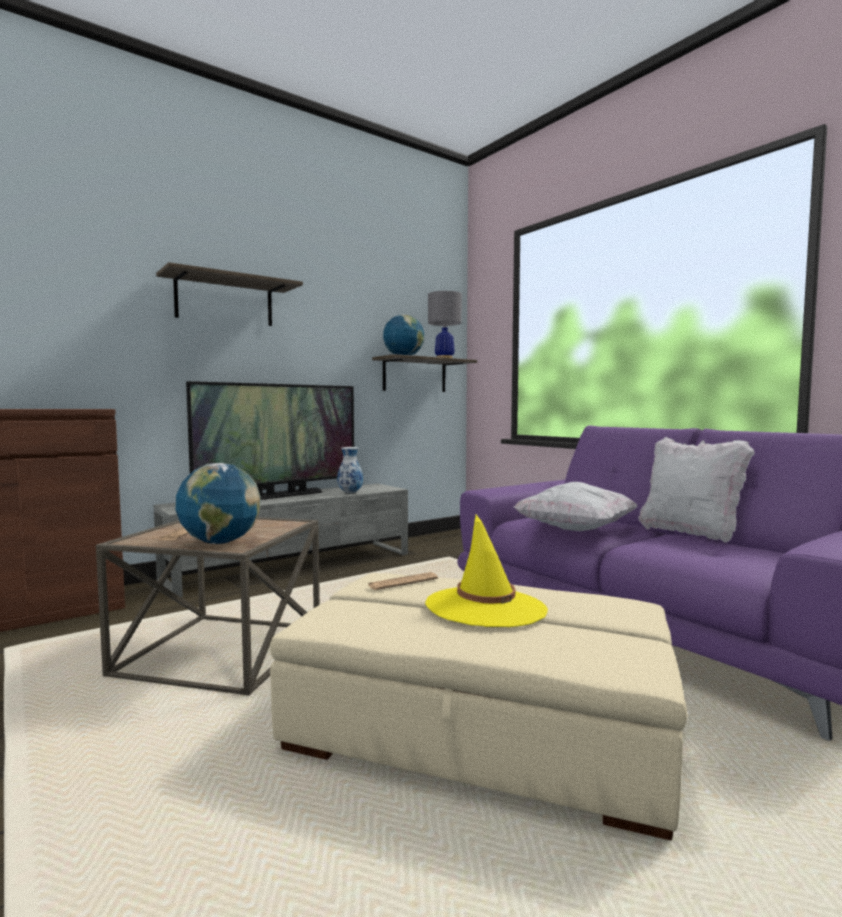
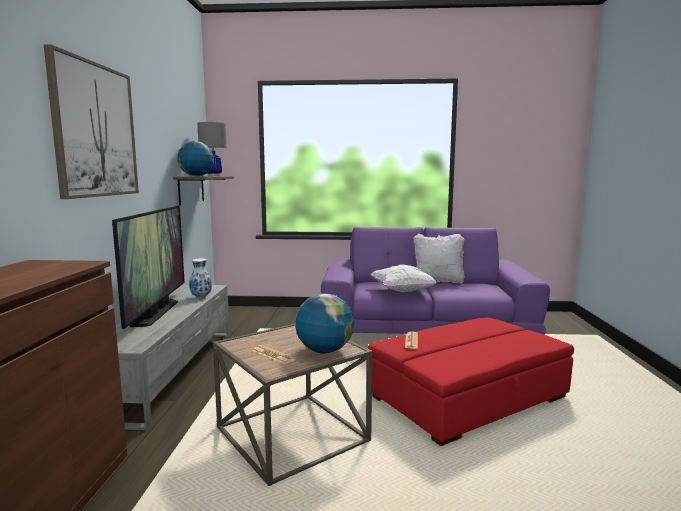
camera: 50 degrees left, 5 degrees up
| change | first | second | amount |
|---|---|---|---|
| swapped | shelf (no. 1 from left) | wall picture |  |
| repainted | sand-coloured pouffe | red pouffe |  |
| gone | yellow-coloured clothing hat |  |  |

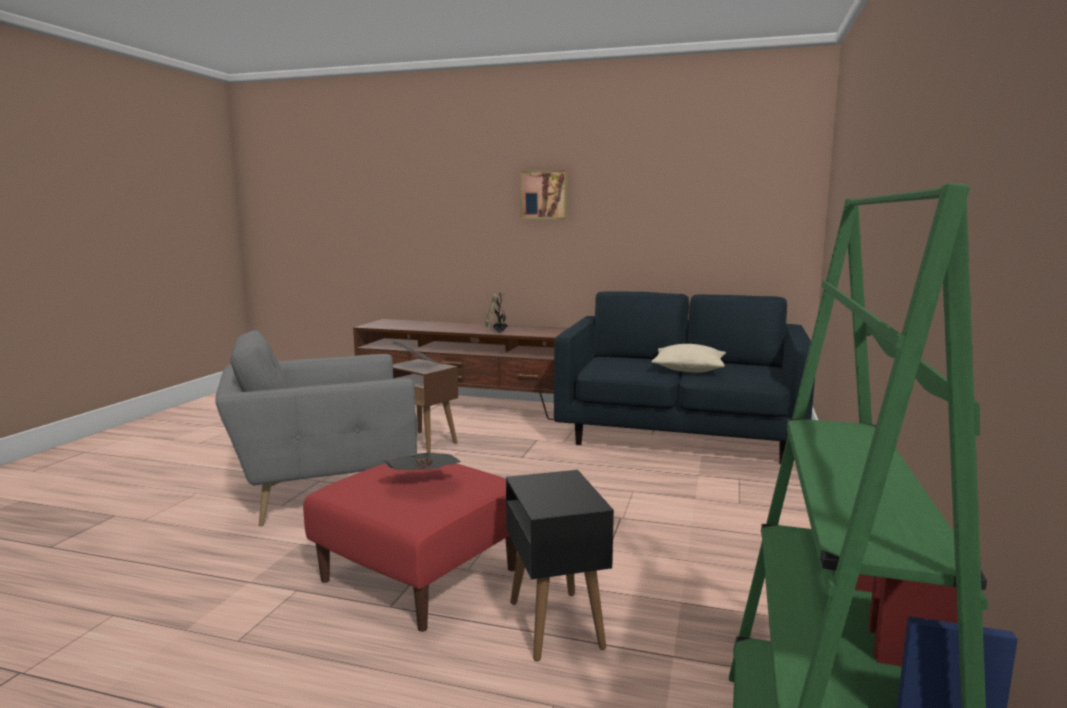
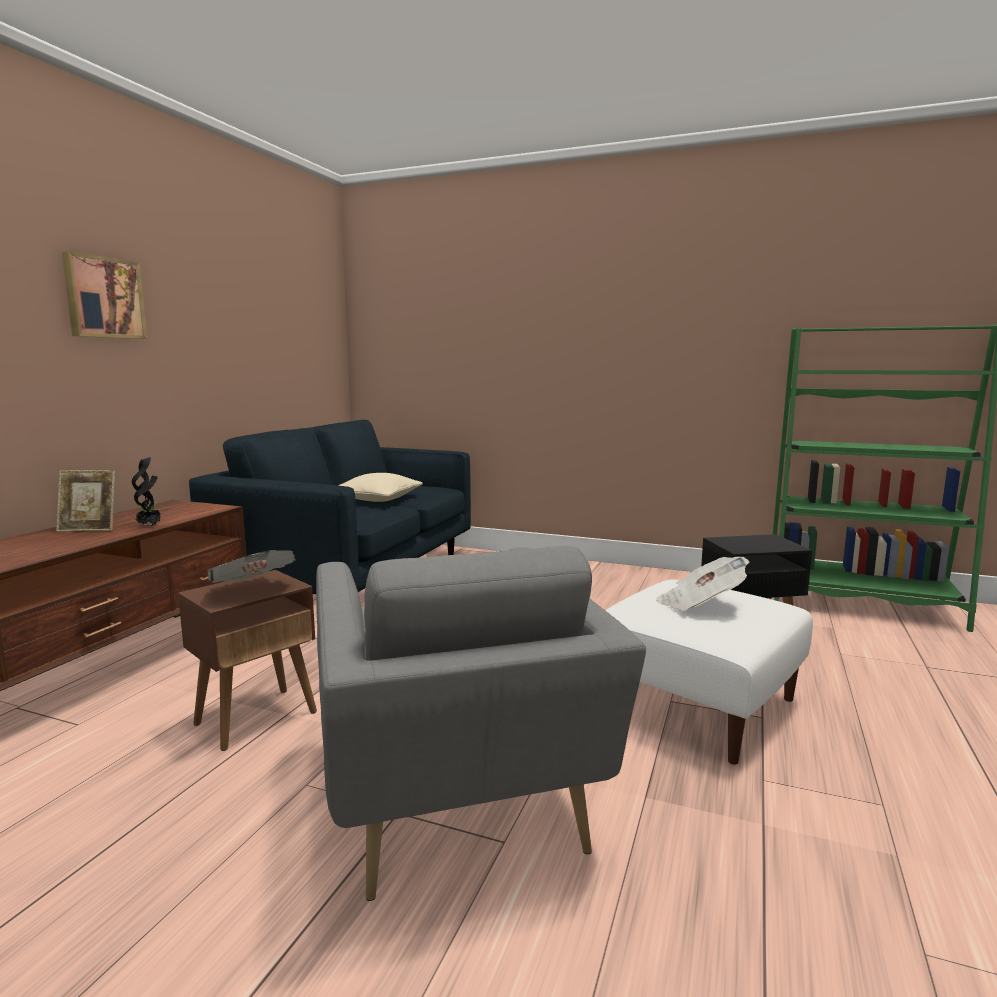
camera: 85 degrees left, 0 degrees up
| change | first | second | amount |
|---|---|---|---|
| repainted | red pouffe | whitish pouffe |  |

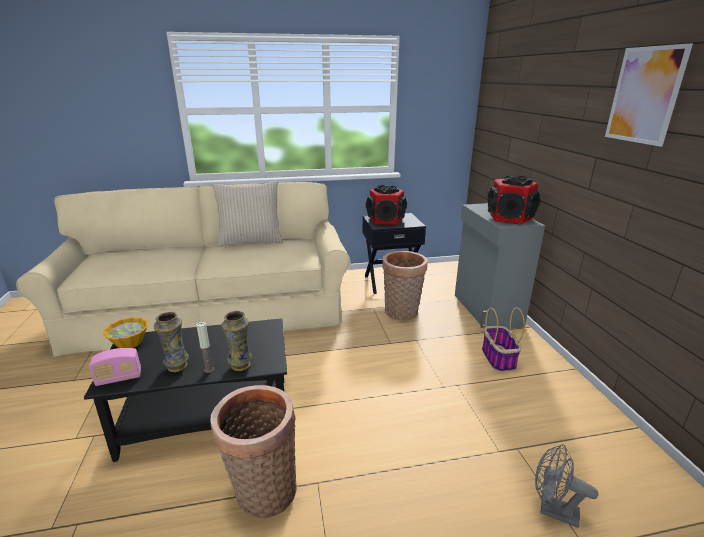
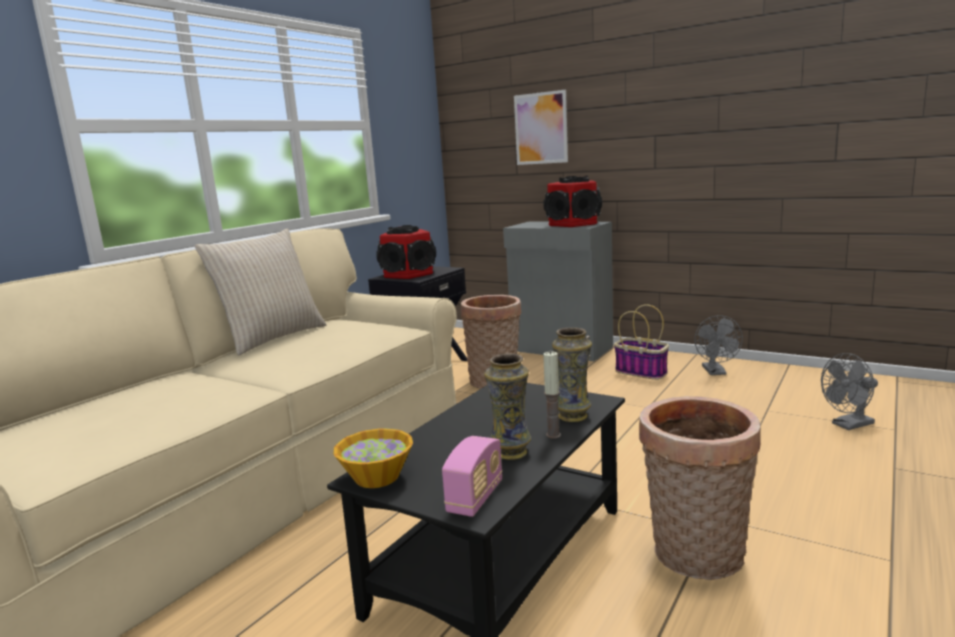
camera: 45 degrees left, 10 degrees down
| change | first | second | amount |
|---|---|---|---|
| shifted | wall picture |  |  |
| new |  | greyish cooling fan (no. 1 from left) |  |

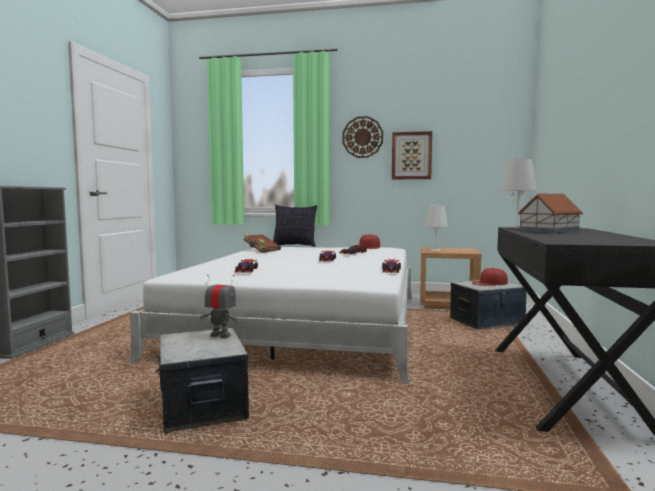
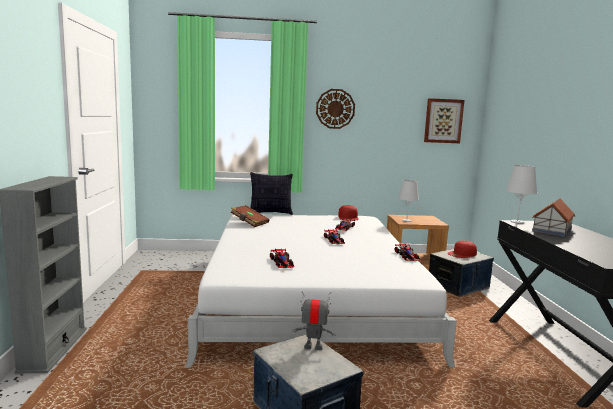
camera: 15 degrees left, 5 degrees up
| change | first | second | amount |
|---|---|---|---|
| shifted | wall picture |  |  |

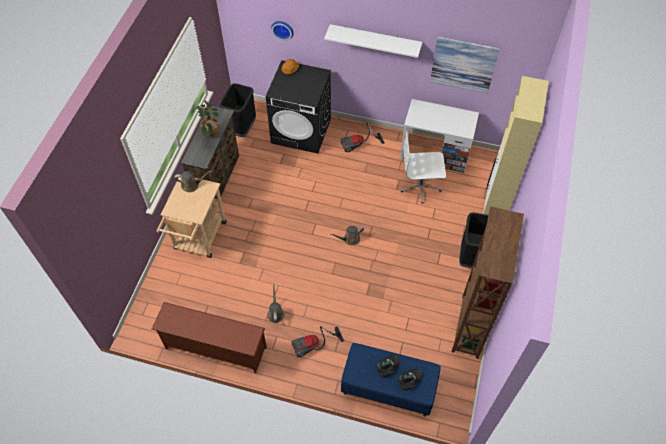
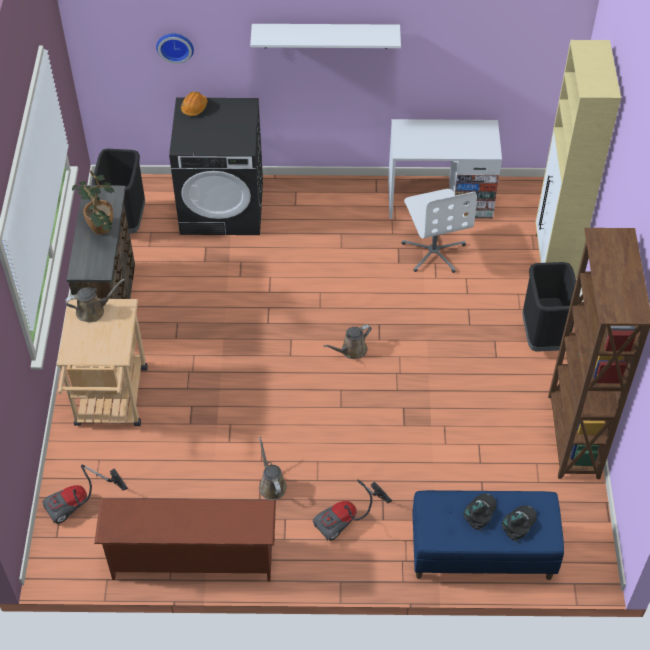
camera: 15 degrees left, 5 degrees down
| change | first | second | amount |
|---|---|---|---|
| shifted | vacuum (no. 2 from left in the first image) | vacuum (no. 1 from left) |  |
| rotated | whitish office chair |  | 90 degrees counterclockwise |
| gone | wall picture |  |  |

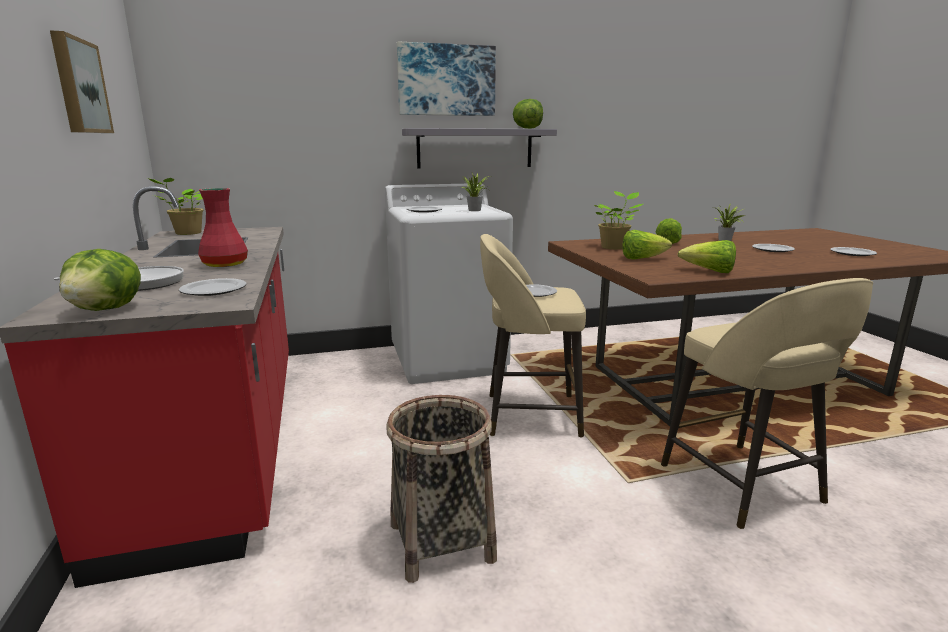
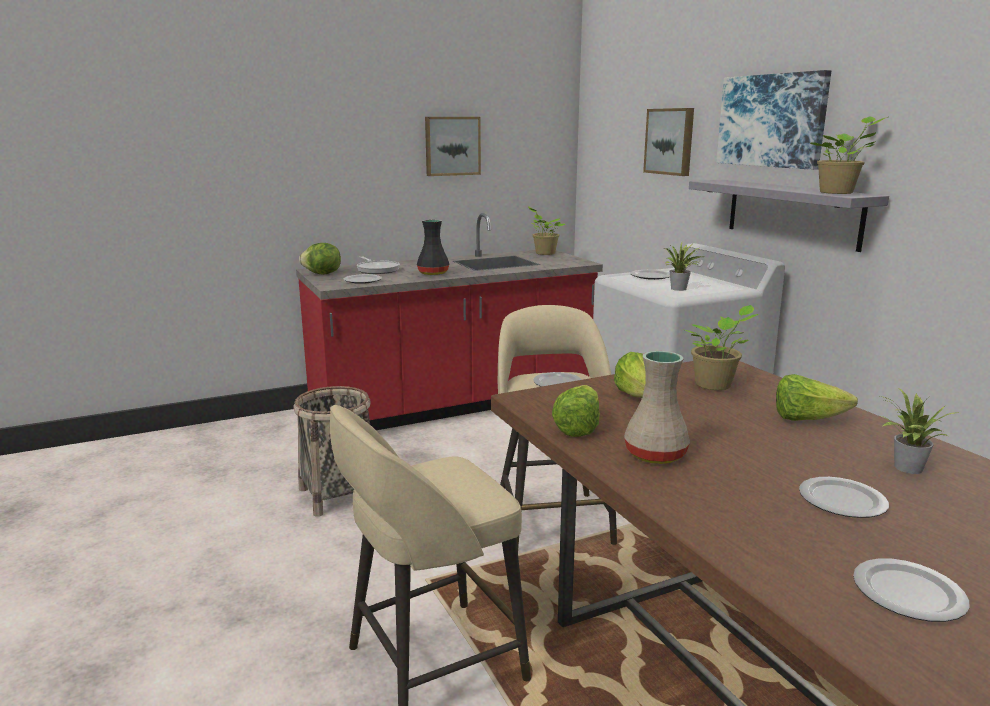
camera: 80 degrees right, 0 degrees up
| change | first | second | amount |
|---|---|---|---|
| repainted | red decorative vase | black-coloured decorative vase |  |
| swapped | head of lettuce (no. 2 from left) | houseplant (no. 4 from left) |  |
| new |  | sand-coloured decorative vase |  |
| new |  | wall picture (no. 2 from left) |  |

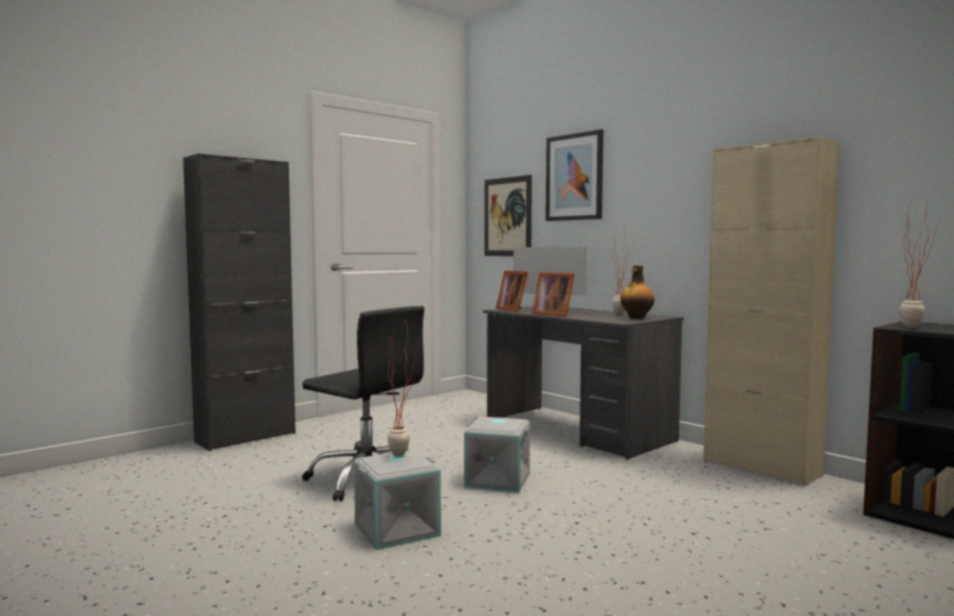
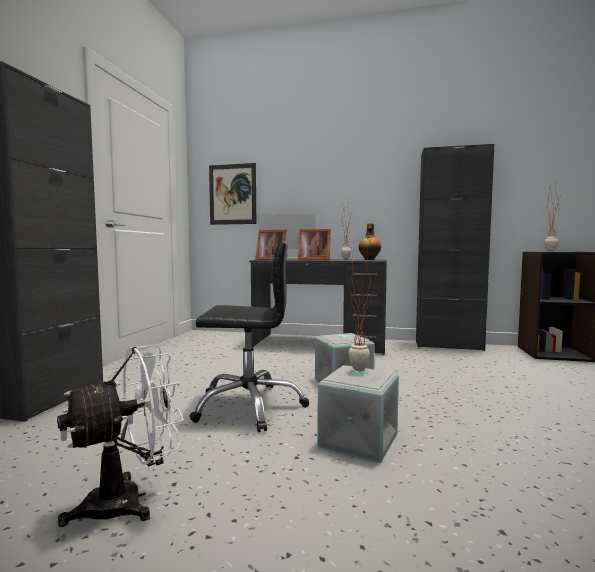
camera: 35 degrees left, 0 degrees up
| change | first | second | amount |
|---|---|---|---|
| gone | wall picture (no. 2 from left) |  |  |
| repainted | sand-coloured cabinet | black-coloured cabinet (no. 2 from left) |  |
| new |  | whitish cooling fan |  |

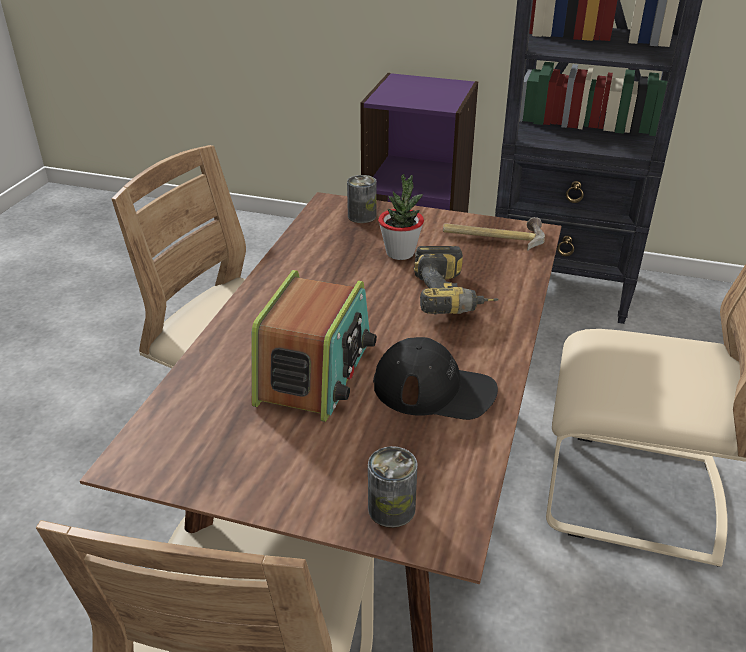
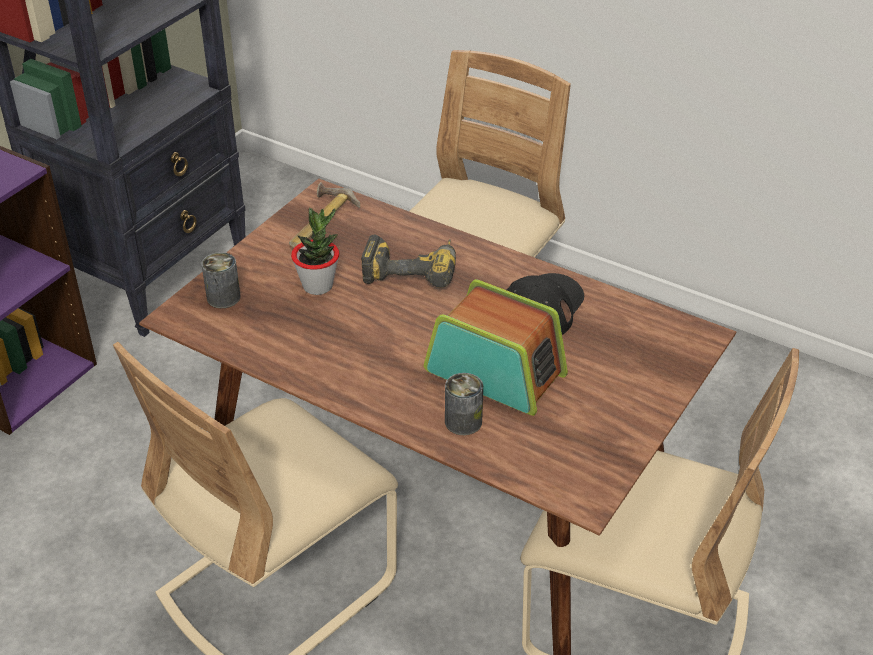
camera: 75 degrees left, 5 degrees up
| change | first | second | amount |
|---|---|---|---|
| shifted | sealed can (no. 2 from left) |  |  |

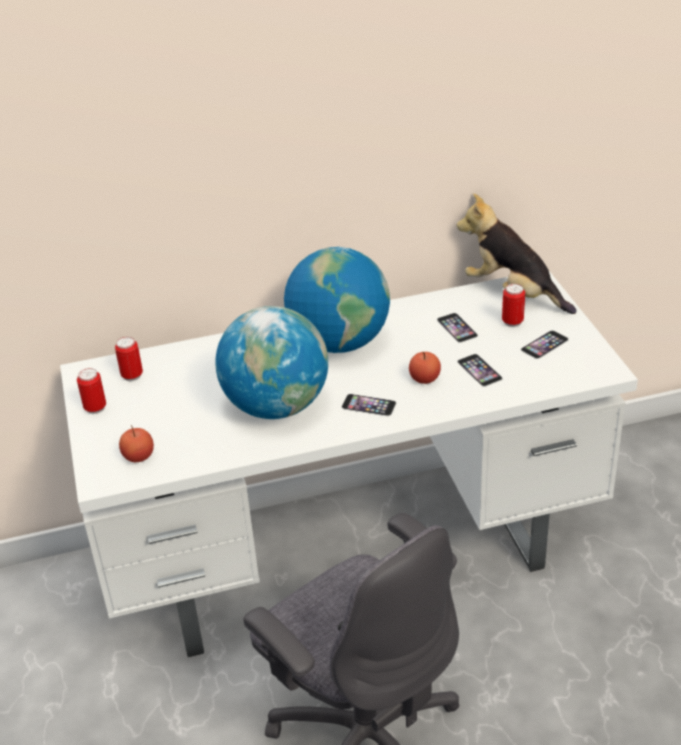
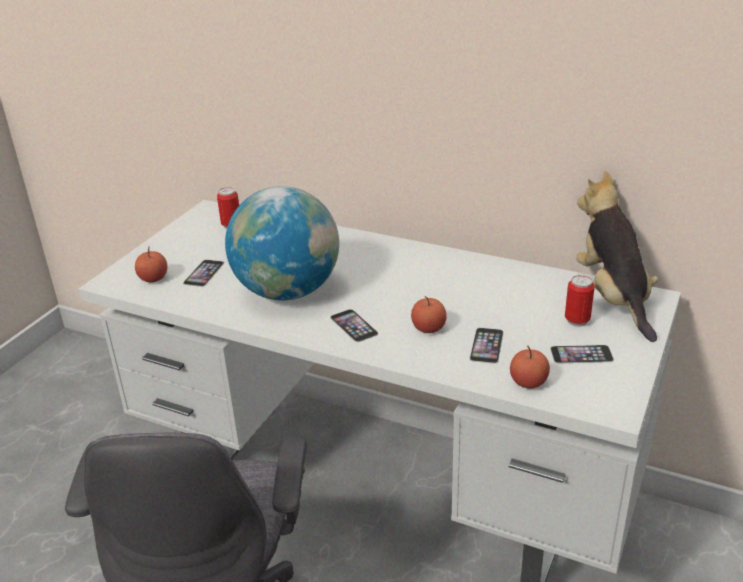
camera: 40 degrees right, 5 degrees down
| change | first | second | amount |
|---|---|---|---|
| gone | sealed can (no. 1 from left) |  |  |
| gone | world globe (no. 2 from left) |  |  |
| shifted | handset (no. 2 from left in the first image) | handset (no. 1 from left) |  |
| new |  | apple (no. 3 from left) |  |

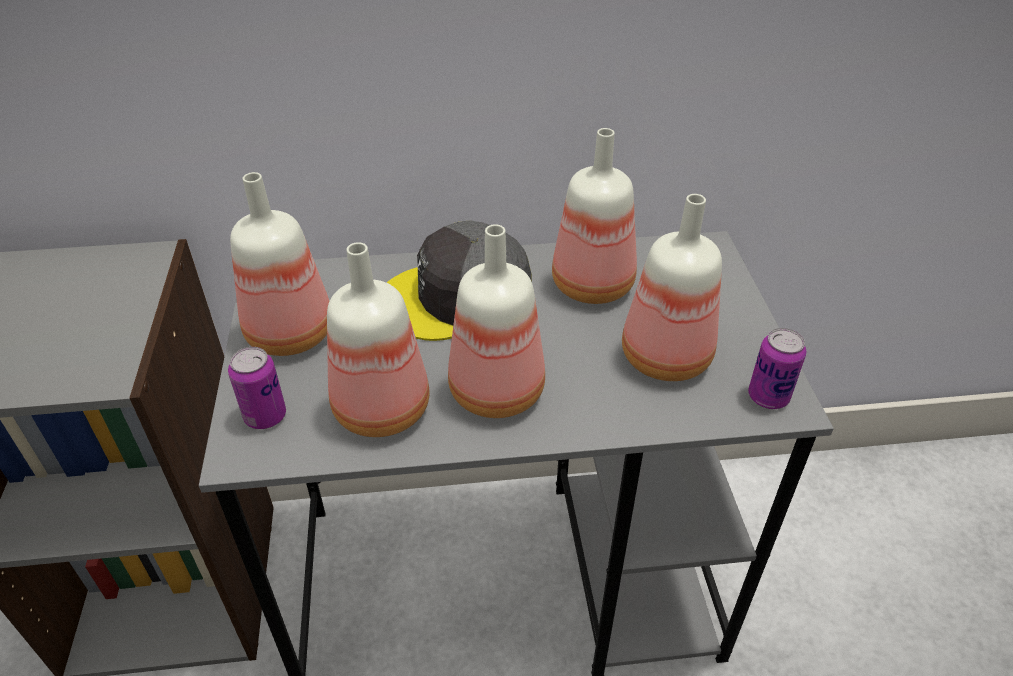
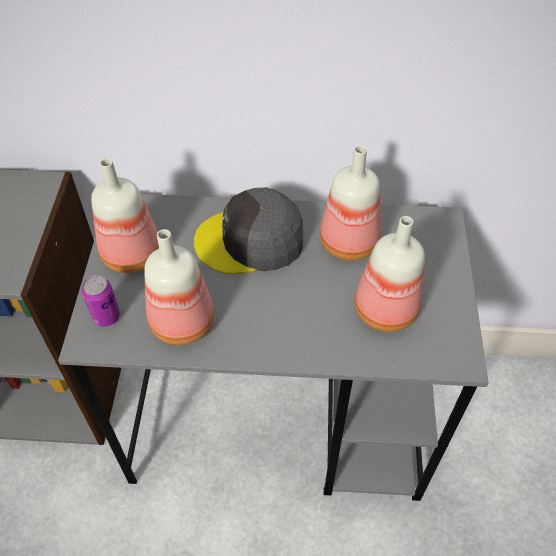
camera: 10 degrees right, 10 degrees up
| change | first | second | amount |
|---|---|---|---|
| gone | bottle (no. 3 from left) |  |  |
| gone | sealed can (no. 2 from left) |  |  |

